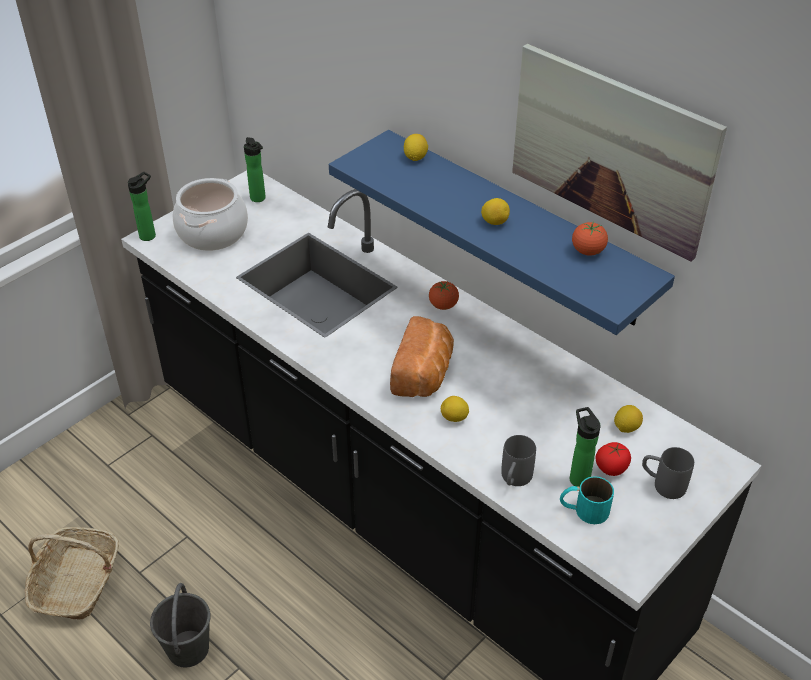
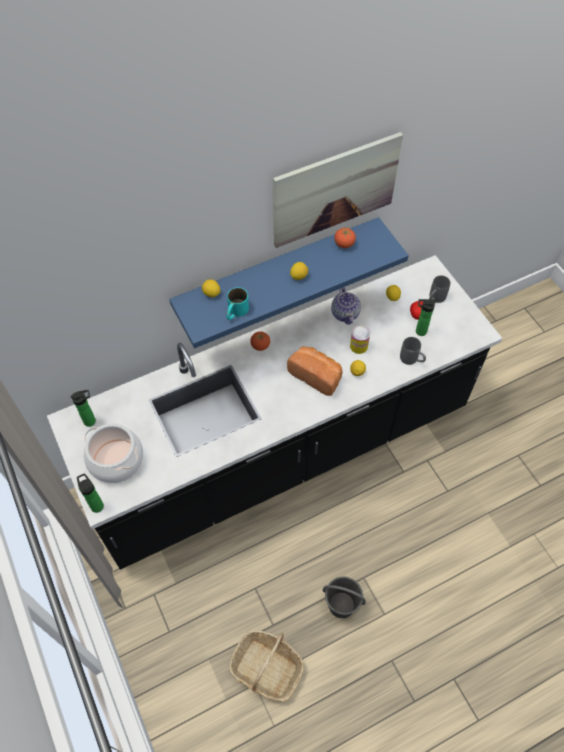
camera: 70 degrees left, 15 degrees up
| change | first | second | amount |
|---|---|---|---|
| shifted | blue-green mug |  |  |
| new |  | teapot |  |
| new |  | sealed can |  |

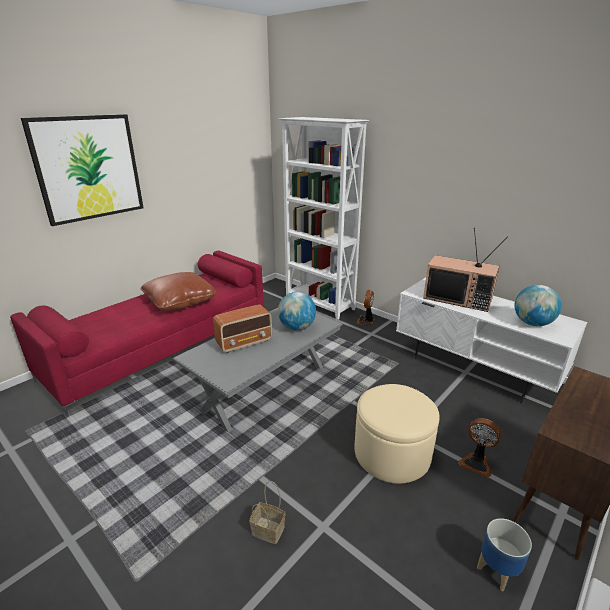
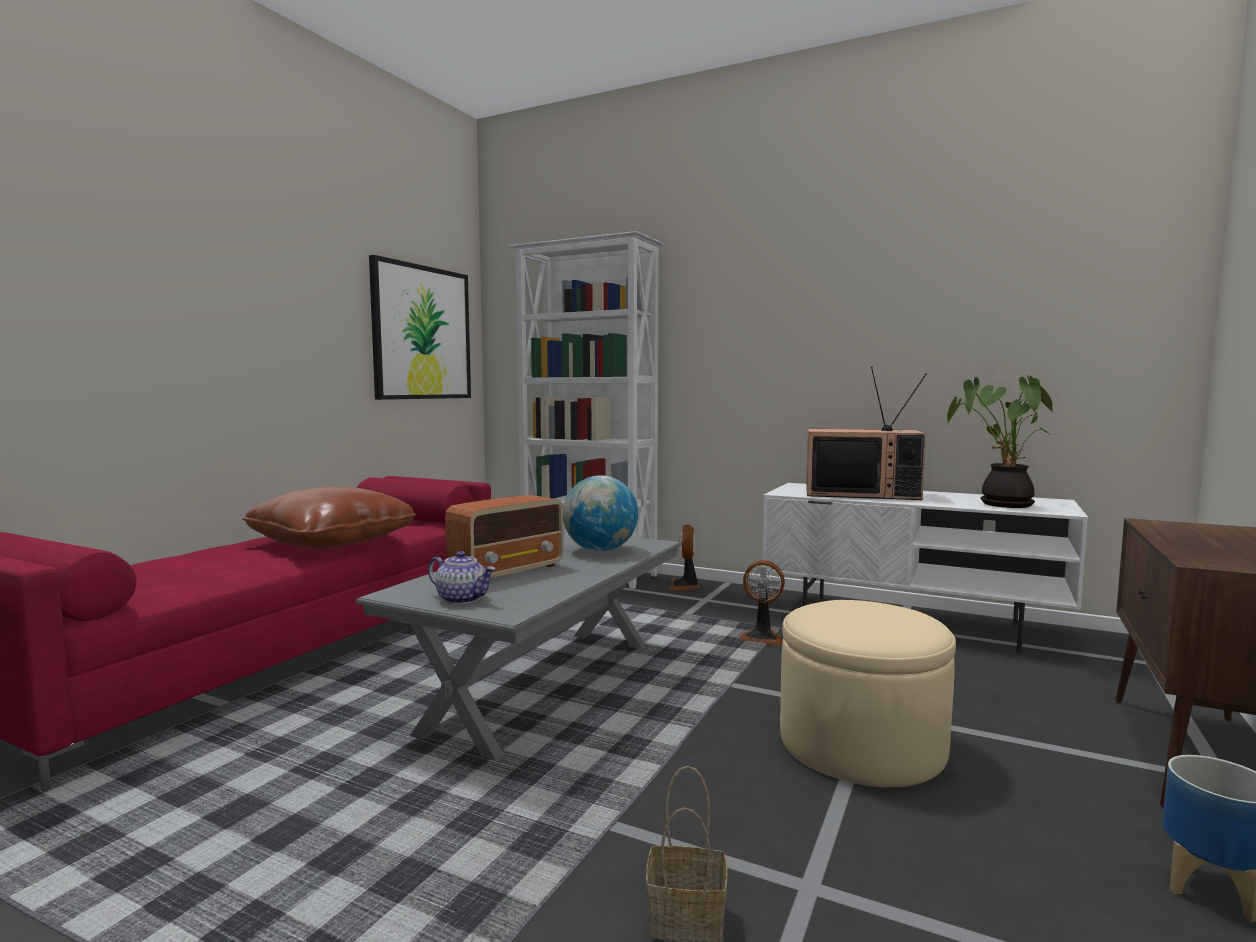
camera: 15 degrees left, 20 degrees down
| change | first | second | amount |
|---|---|---|---|
| shifted | wall picture |  |  |
| shifted | cooling fan (no. 2 from left) |  |  |
| swapped | world globe (no. 2 from left) | houseplant |  |
| new |  | teapot |  |

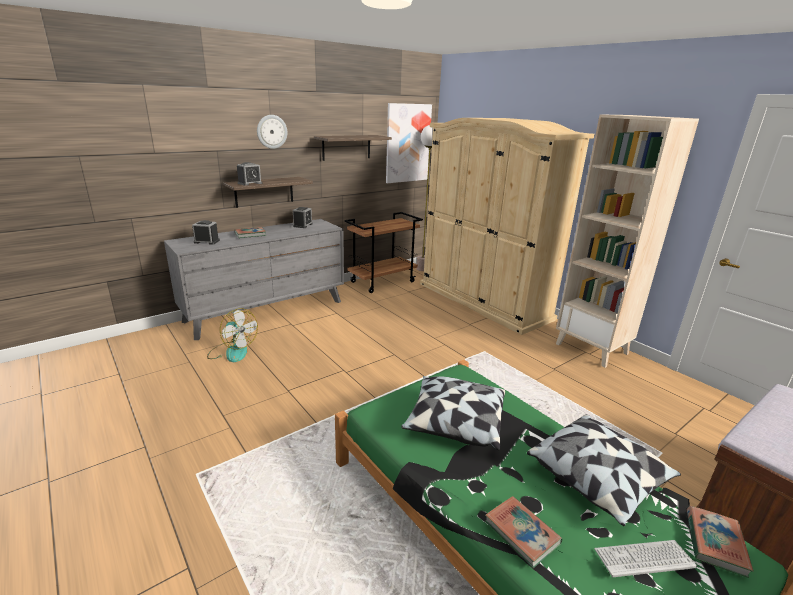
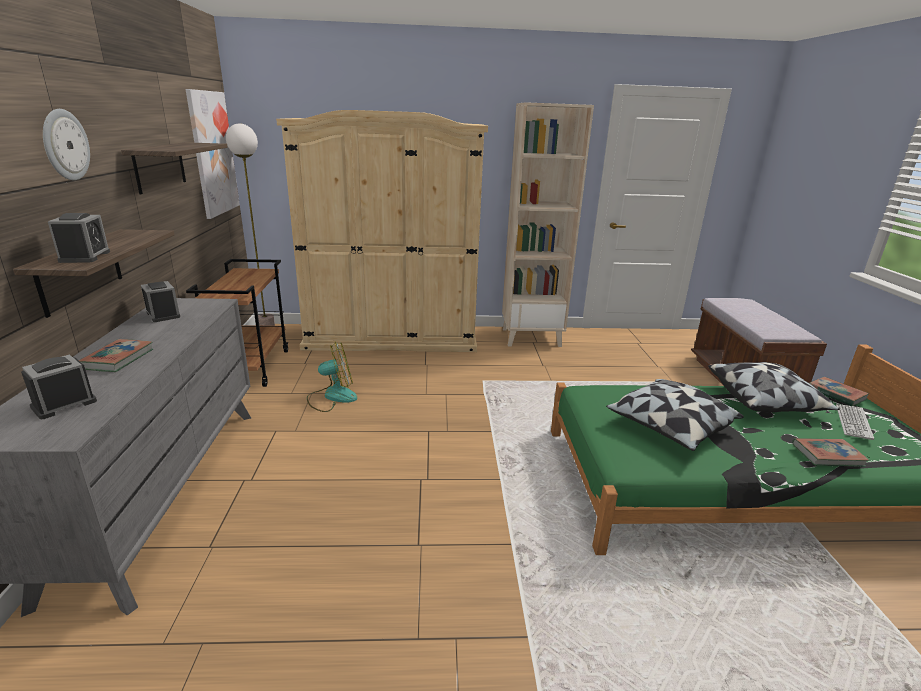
camera: 55 degrees left, 0 degrees up
| change | first | second | amount |
|---|---|---|---|
| shifted | cooling fan |  |  |

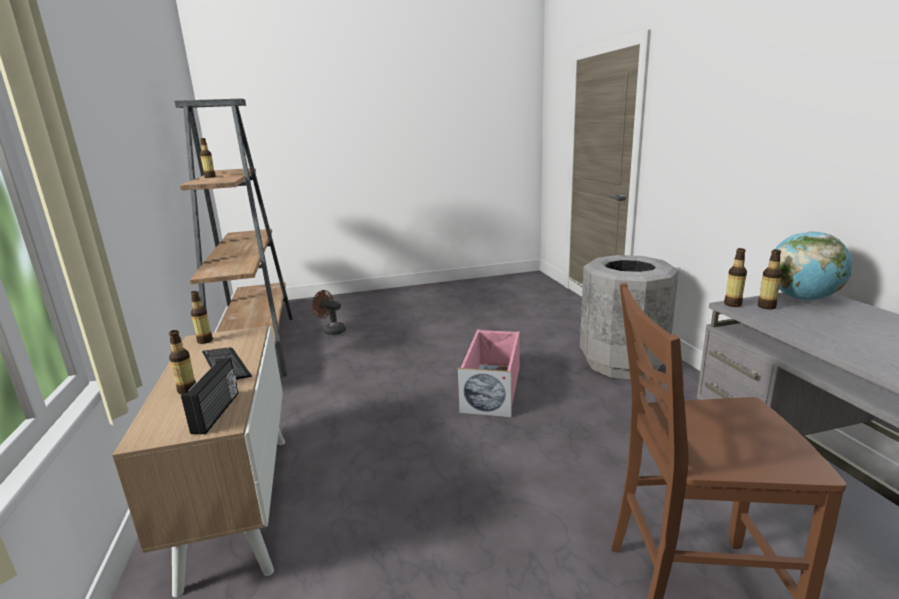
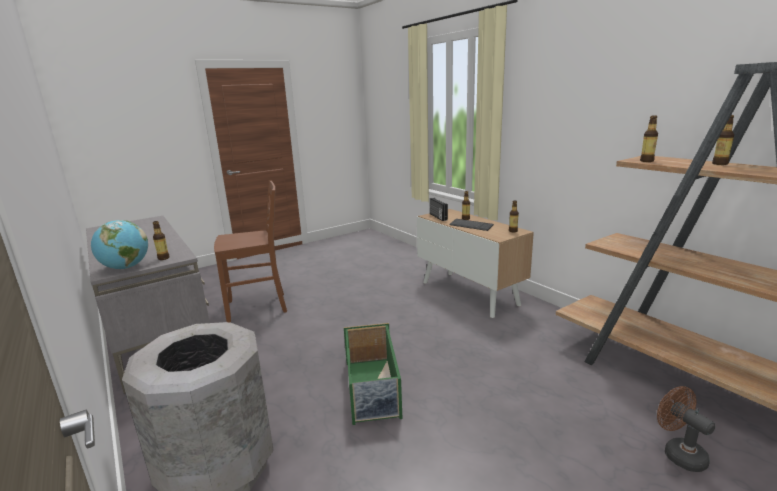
camera: 160 degrees right, 0 degrees up
| change | first | second | amount |
|---|---|---|---|
| rotated | brownish cooling fan |  | 120 degrees counterclockwise |
| repainted | pinkish storage bin | green-coloured storage bin |  |
| shifted | bottle (no. 4 from left) |  |  |

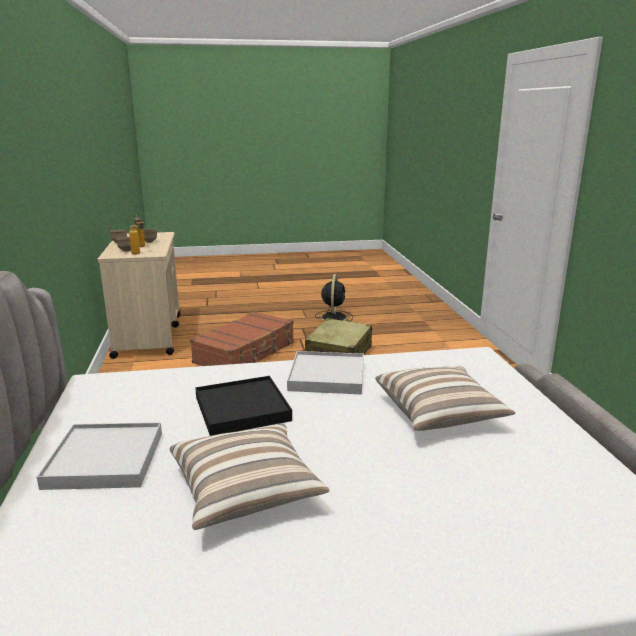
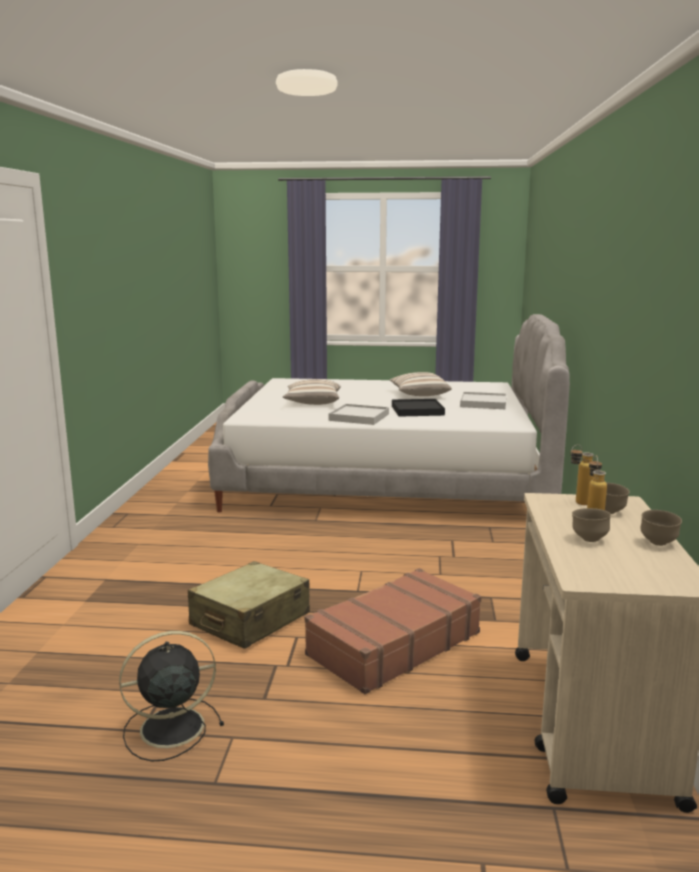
camera: 165 degrees left, 5 degrees down
| change | first | second | amount |
|---|---|---|---|
| rotated | black-coloured cooling fan |  | 45 degrees clockwise |

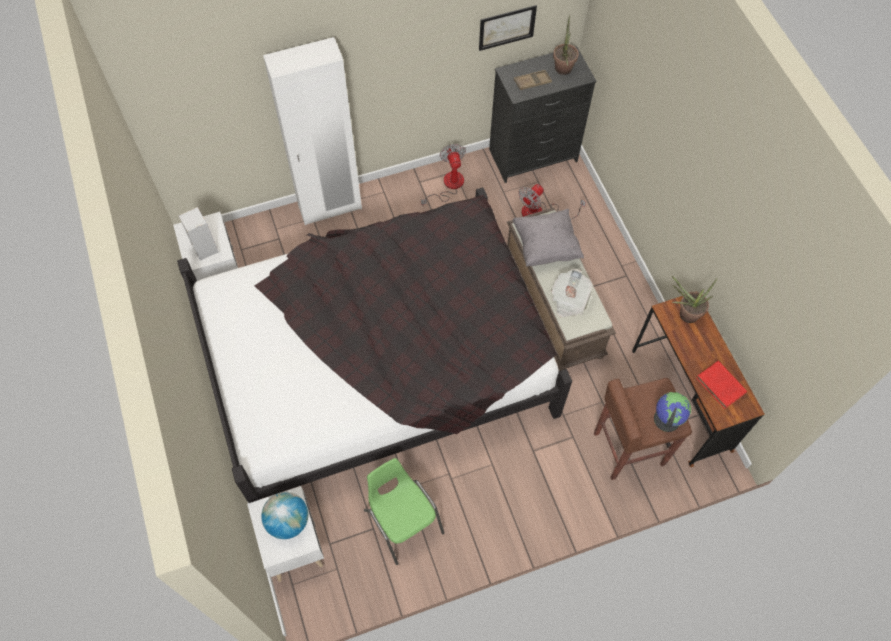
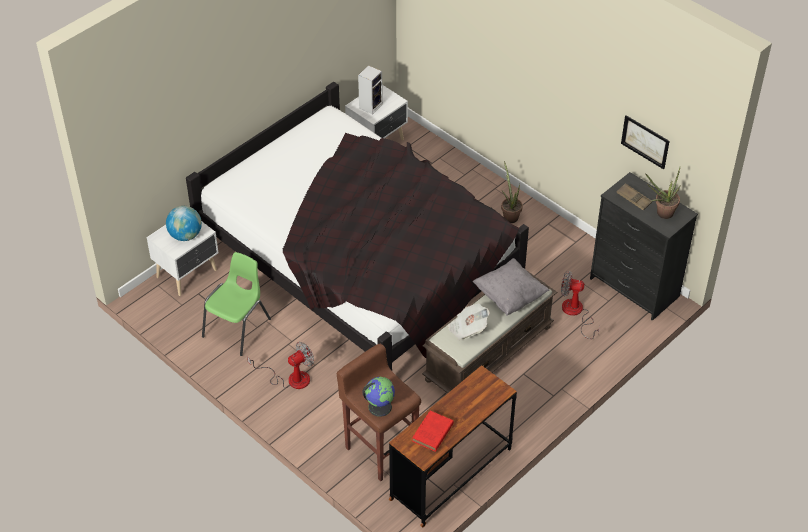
camera: 65 degrees right, 15 degrees down
| change | first | second | amount |
|---|---|---|---|
| gone | whitish armoire |  |  |
| shifted | cooling fan (no. 1 from left) |  |  |
| shifted | houseplant (no. 2 from left in the first image) | houseplant (no. 1 from left) |  |

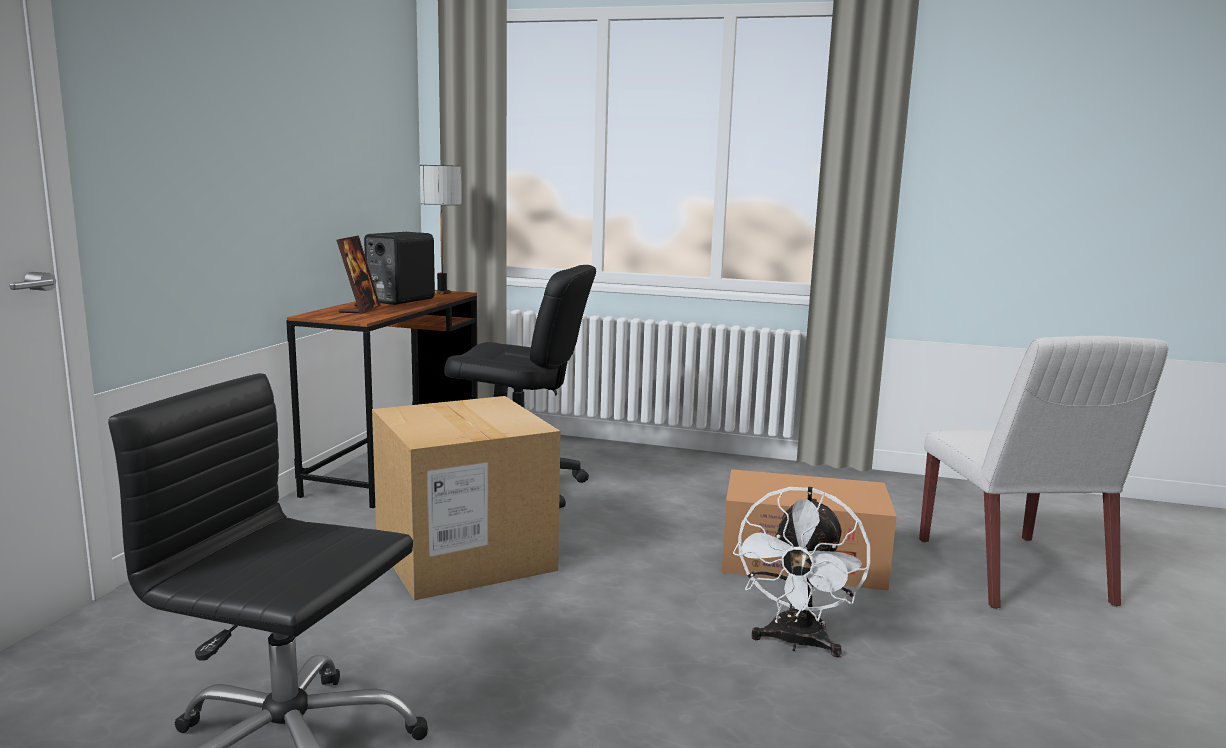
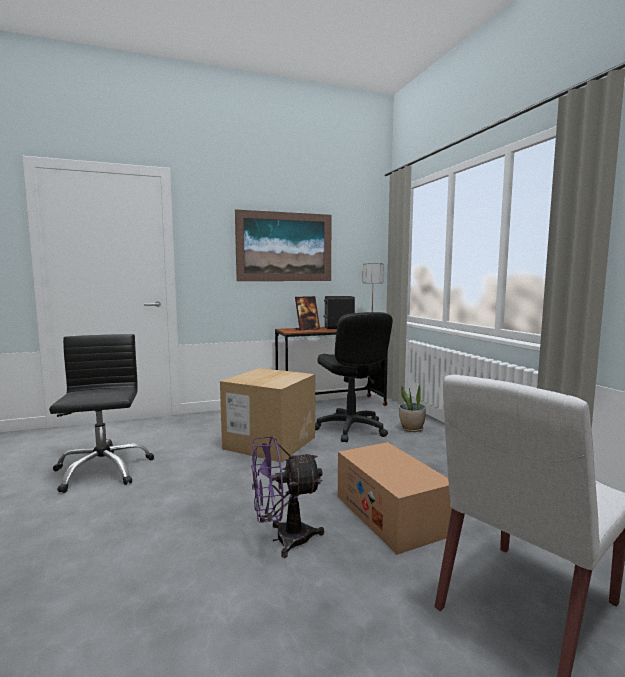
camera: 55 degrees right, 5 degrees down
| change | first | second | amount |
|---|---|---|---|
| repainted | whitish cooling fan | purplish cooling fan |  |
| new |  | wall picture |  |
| new |  | houseplant |  |

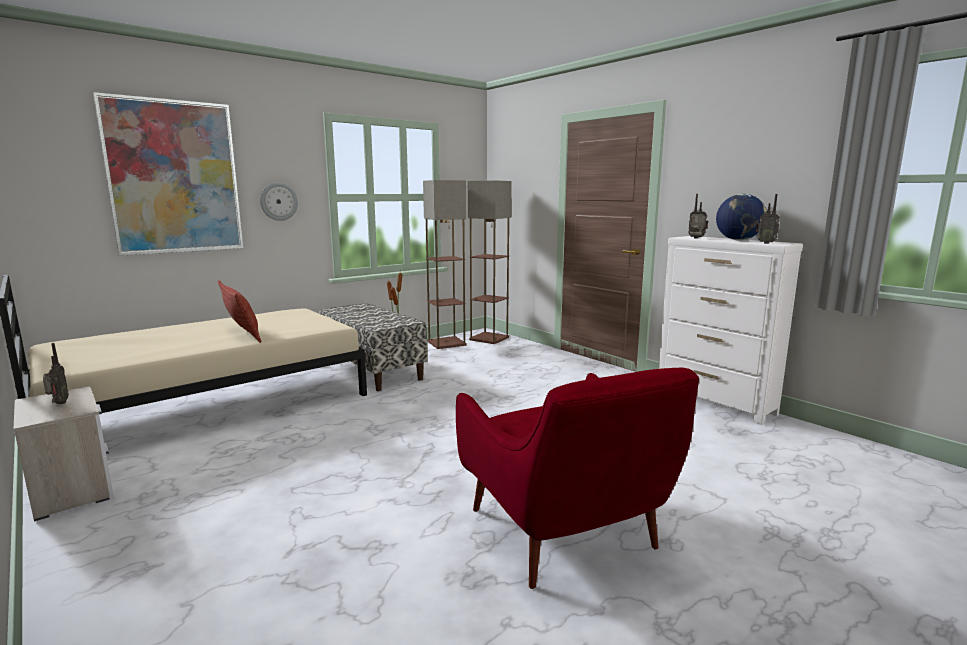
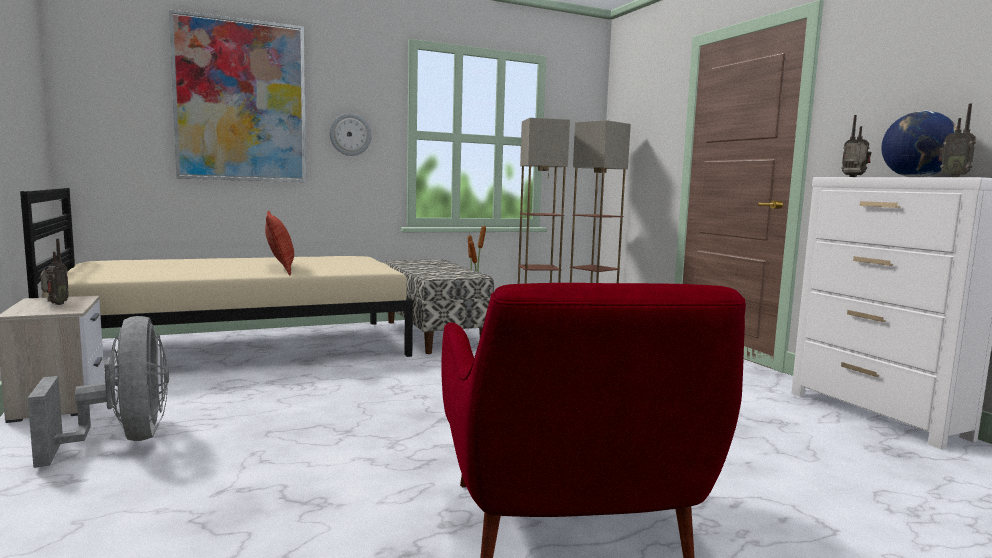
camera: 15 degrees right, 5 degrees down
| change | first | second | amount |
|---|---|---|---|
| new |  | greyish cooling fan |  |

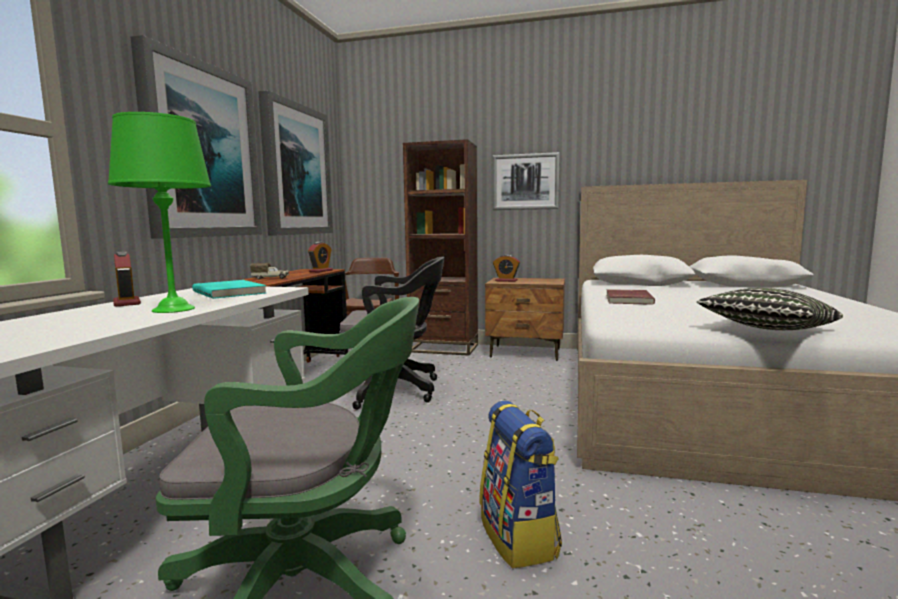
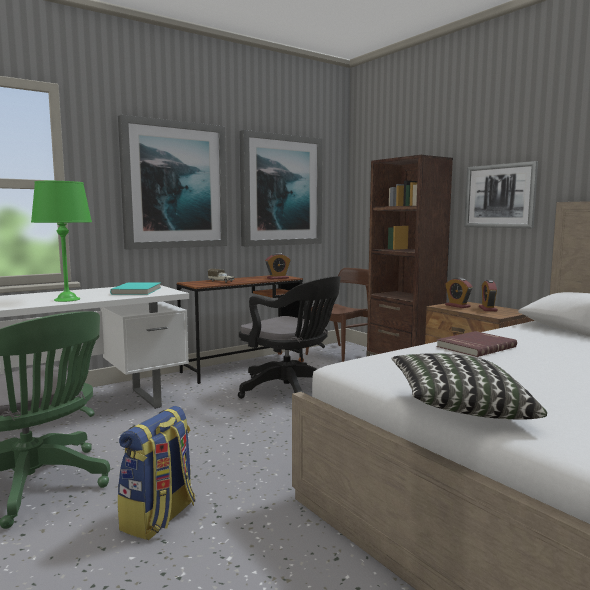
camera: 40 degrees right, 0 degrees up
| change | first | second | amount |
|---|---|---|---|
| shifted | table clock (no. 1 from left in the first image) | table clock (no. 3 from left) |  |

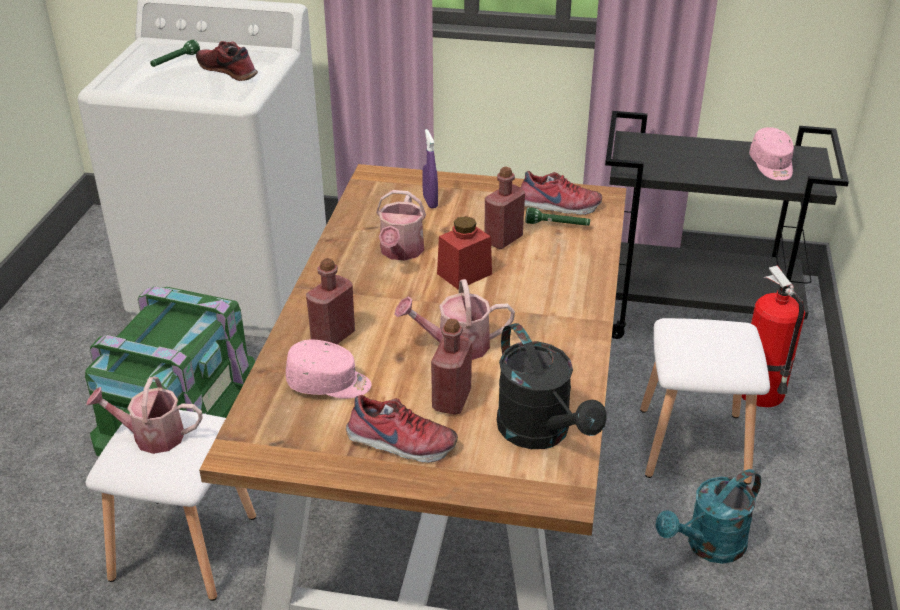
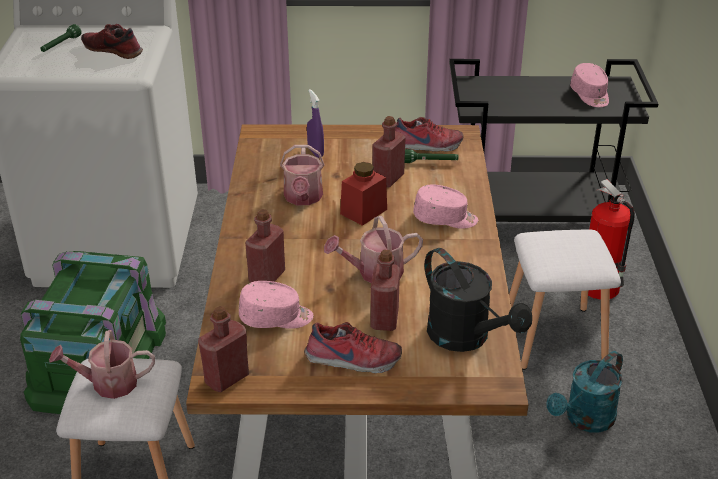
camera: 10 degrees left, 0 degrees up
| change | first | second | amount |
|---|---|---|---|
| new |  | red bottle (no. 1 from left) |  |
| new |  | pinkish baseball cap (no. 2 from left) |  |

